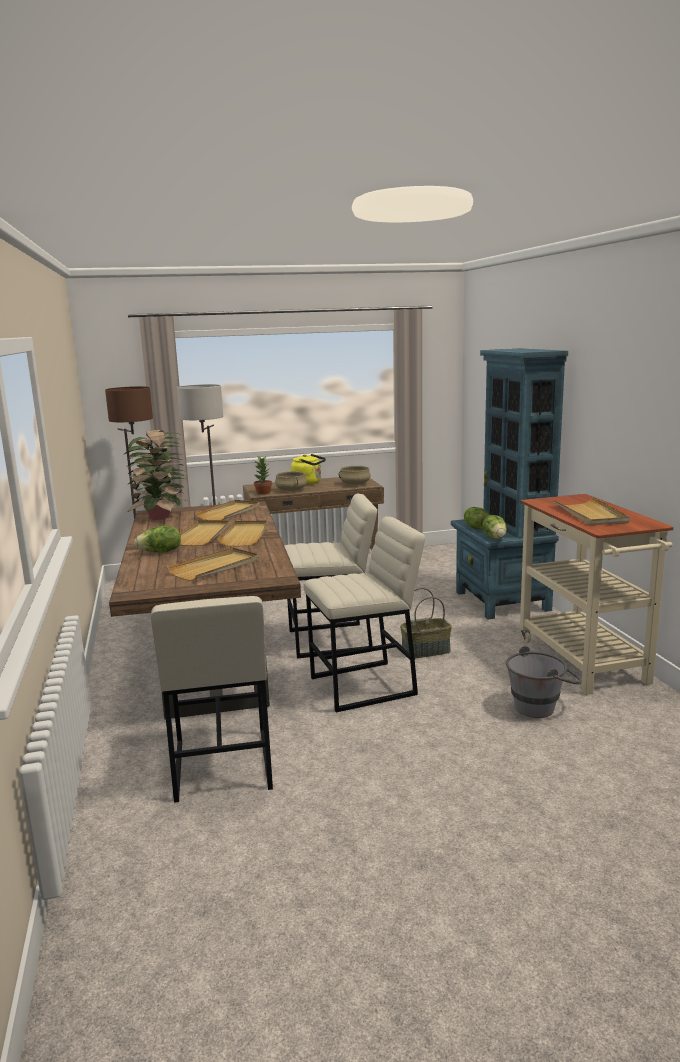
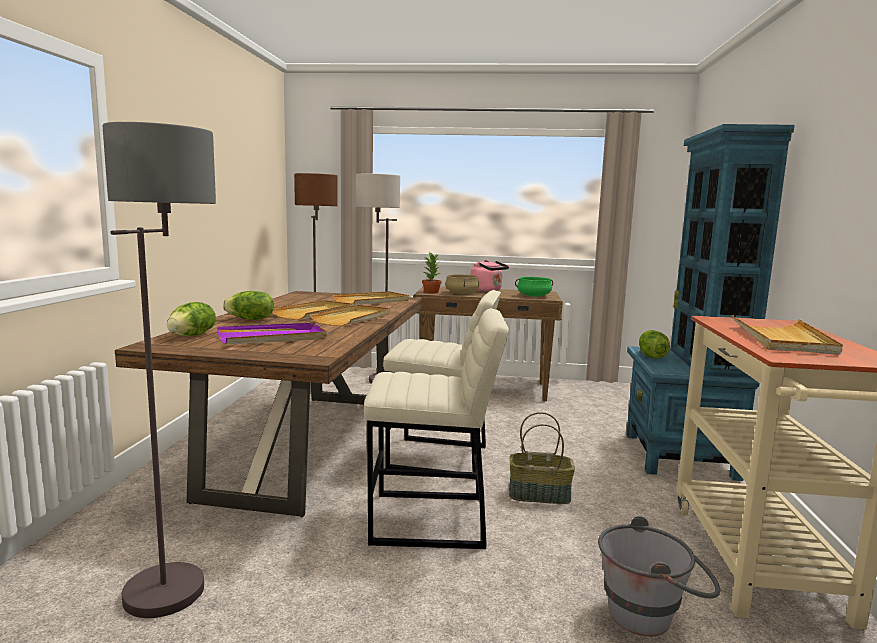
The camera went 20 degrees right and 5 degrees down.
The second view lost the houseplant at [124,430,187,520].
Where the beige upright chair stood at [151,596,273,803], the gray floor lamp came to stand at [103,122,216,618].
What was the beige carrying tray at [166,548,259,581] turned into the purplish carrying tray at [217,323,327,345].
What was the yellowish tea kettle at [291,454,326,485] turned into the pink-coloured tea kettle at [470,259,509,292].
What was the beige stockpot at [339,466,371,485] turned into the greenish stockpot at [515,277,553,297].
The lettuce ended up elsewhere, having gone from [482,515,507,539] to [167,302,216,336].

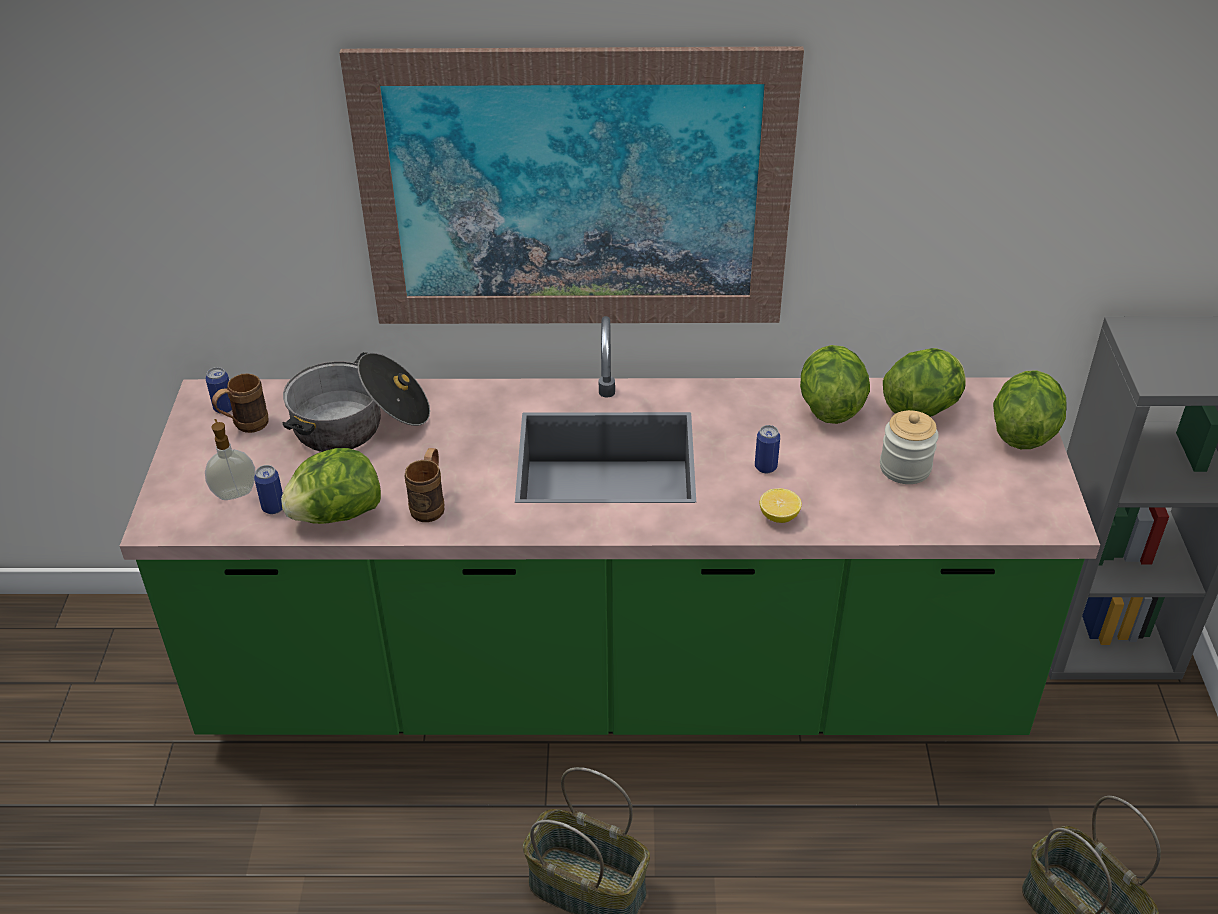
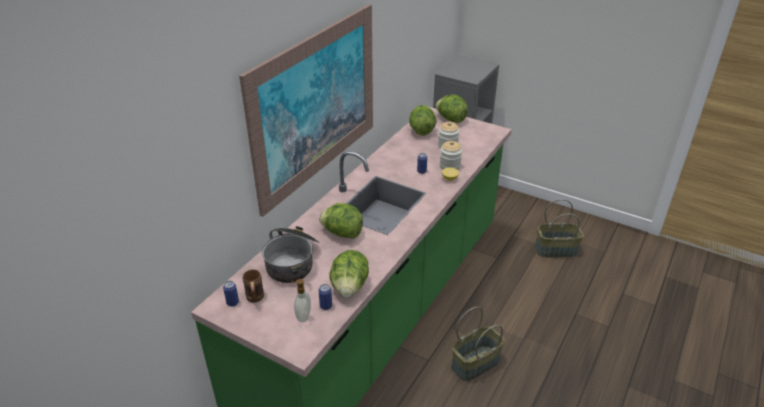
The camera went 60 degrees left and 5 degrees down.
The second view lost the brown-coloured coffee mug at [404,448,445,522].
The lettuce ended up elsewhere, having gone from [800,345,870,424] to [319,203,363,238].
The second view gained the jar at [440,141,462,170].

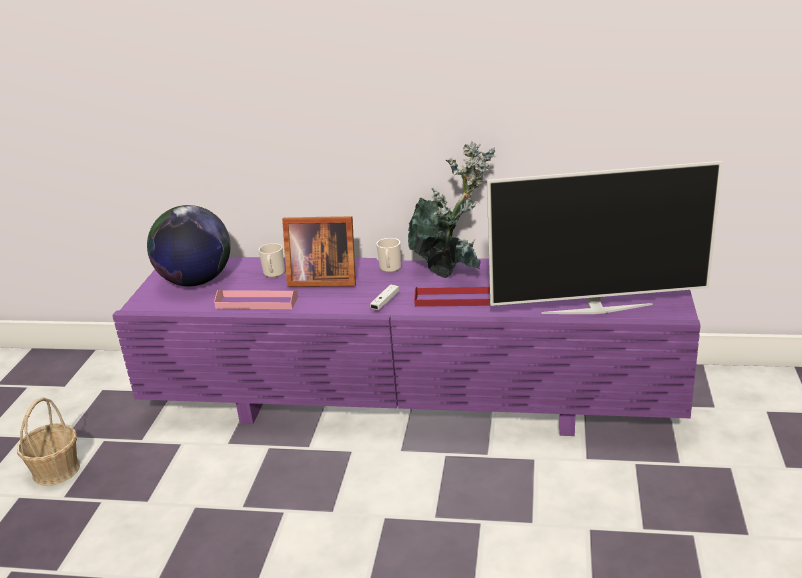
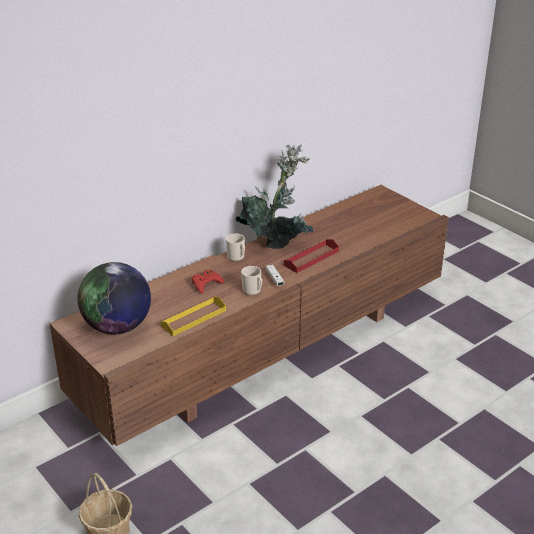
The camera went 50 degrees left and 5 degrees up.
What was the purplish media console at [112,257,701,436] turned into the brown-coloured media console at [49,185,449,446].
What was the pink-coloured carrying tray at [214,290,298,309] turned into the yellowish carrying tray at [161,297,226,336].
The coffee mug ended up elsewhere, having gone from [259,243,285,278] to [241,266,262,295].
Where the picture frame stood at [282,216,356,287], the reddish joypad came to stand at [192,269,224,294].
The second view lost the television at [487,161,723,314].

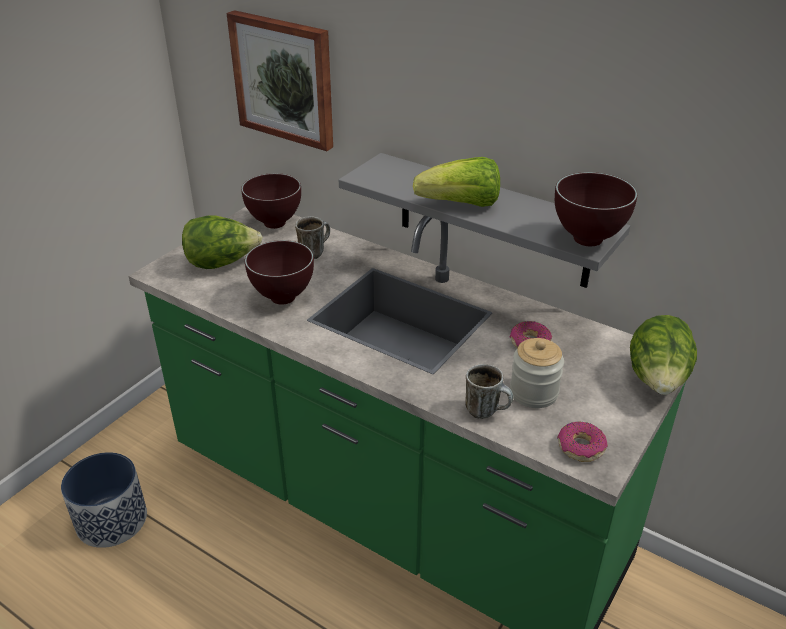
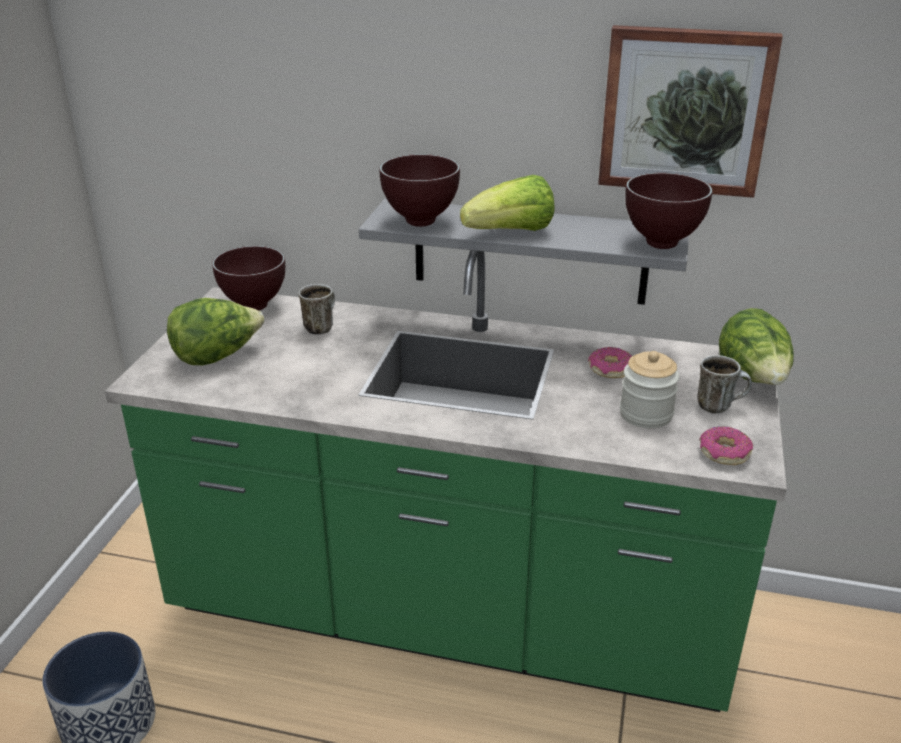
The camera went 20 degrees left and 5 degrees down.
The wall art ended up elsewhere, having gone from [227,10,333,151] to [598,25,783,198].
The brown-coloured serving bowl ended up elsewhere, having gone from [245,240,314,305] to [379,154,460,227].
The coffee mug ended up elsewhere, having gone from [465,364,513,419] to [697,355,752,414].

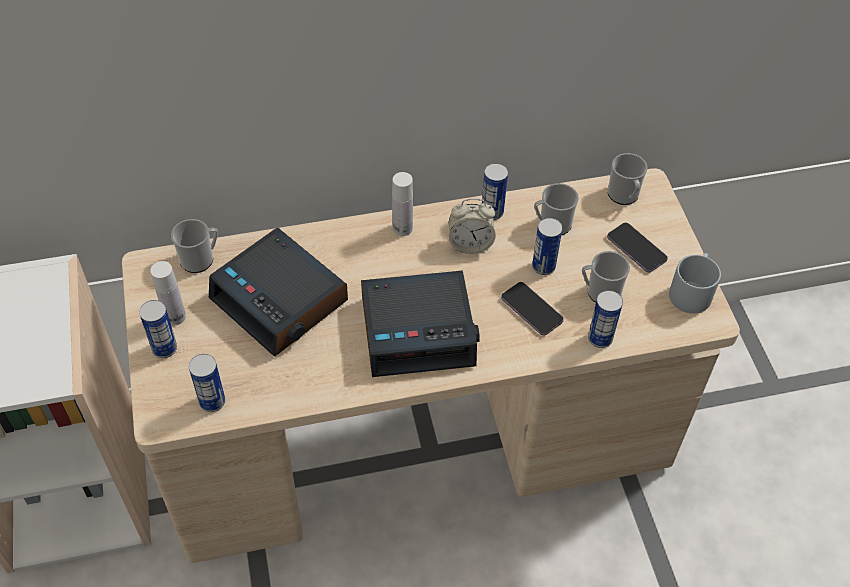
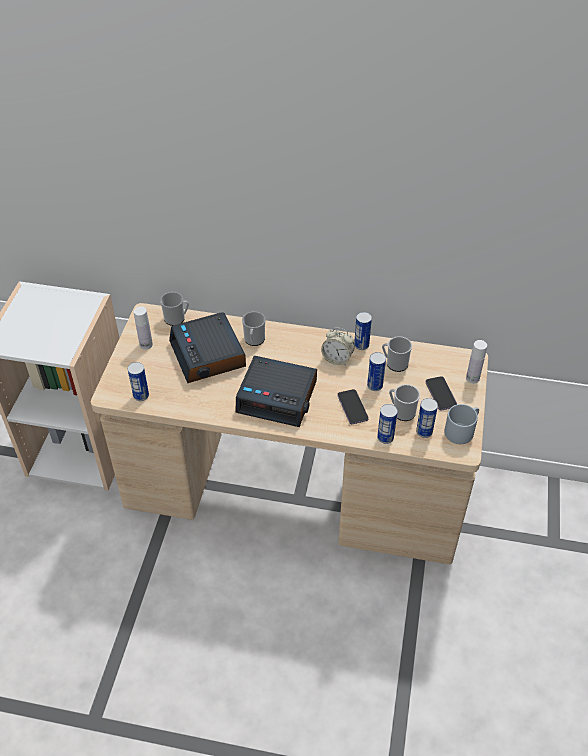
The camera went 25 degrees right and 5 degrees down.
The sealed can ended up elsewhere, having gone from [139,300,177,358] to [416,398,438,438].
The white-coloured drink bottle ended up elsewhere, having gone from [392,172,413,236] to [466,340,487,384].
The coffee mug ended up elsewhere, having gone from [608,153,648,205] to [242,312,266,346].

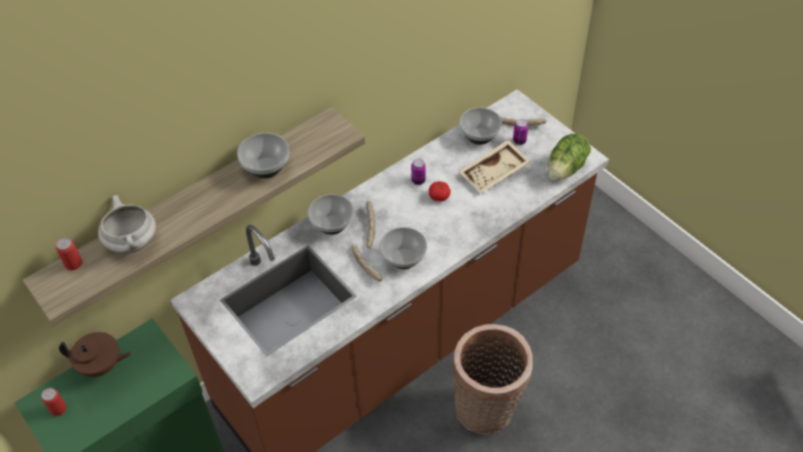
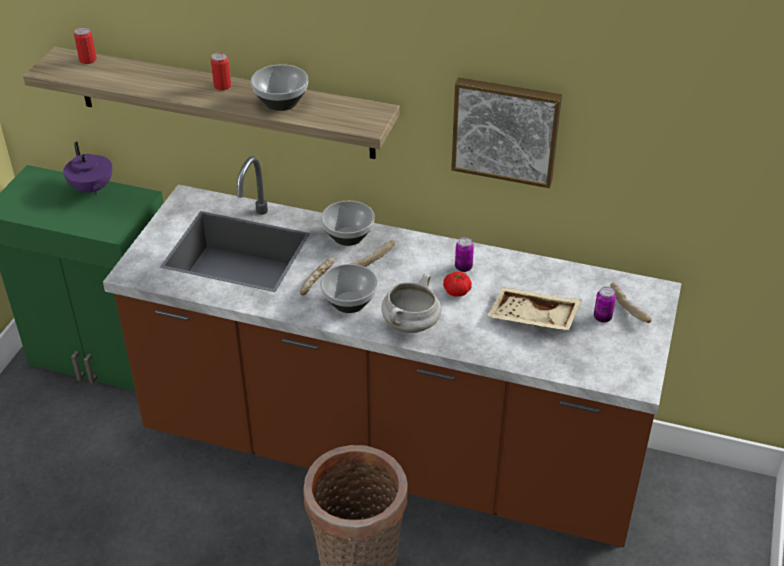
The camera went 55 degrees right and 10 degrees down.
The sealed can ended up elsewhere, having gone from [41,388,66,416] to [211,52,231,90].
What was the brown-coloured tea pot at [59,332,131,377] turned into the purplish tea pot at [63,141,112,195].
The white-coloured stockpot ended up elsewhere, having gone from [98,195,156,254] to [381,273,441,333].
The second view lost the serving bowl at [459,107,502,145].
The second view lost the lettuce at [548,134,591,181].
The second view gained the wall art at [451,78,562,188].

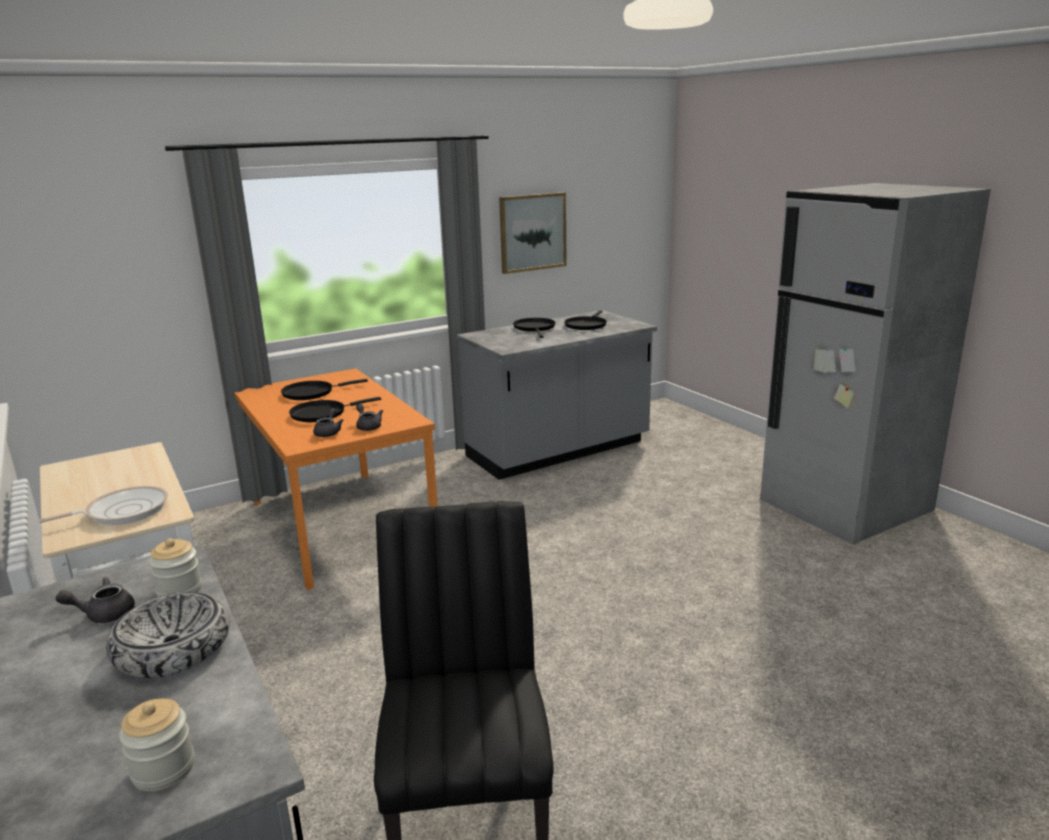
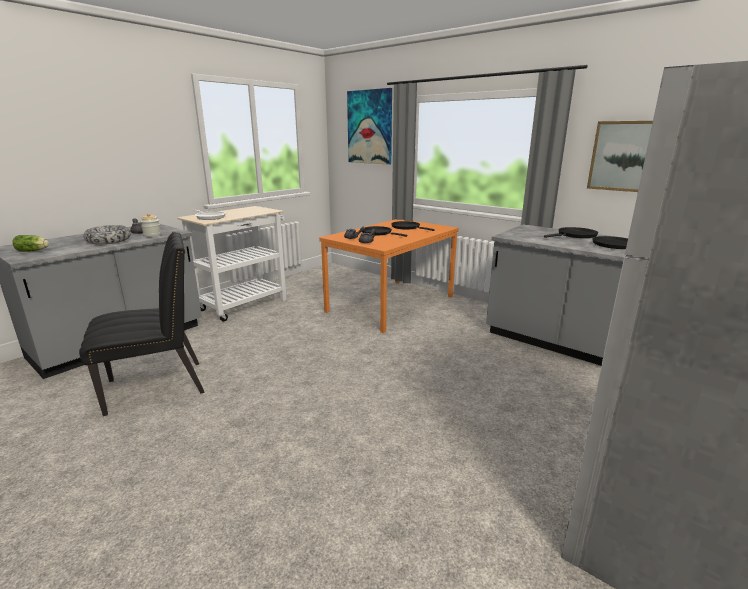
The camera went 70 degrees right and 0 degrees up.
Where the jar stood at [119,699,195,791], the lettuce came to stand at [13,235,49,252].
The second view gained the wall art at [347,88,392,165].

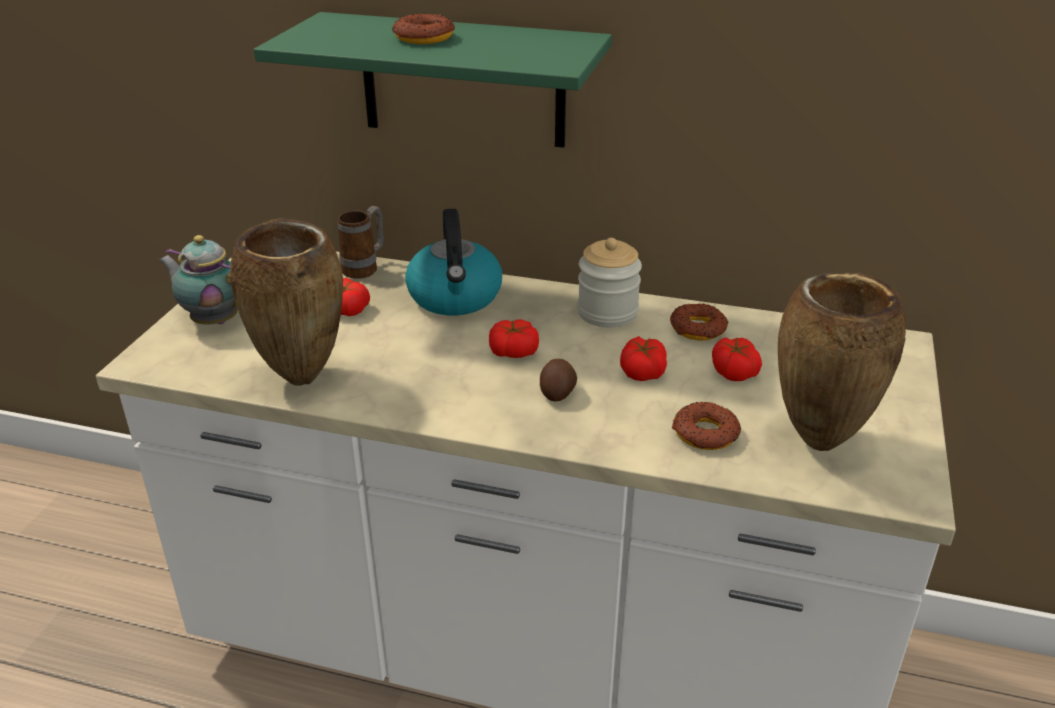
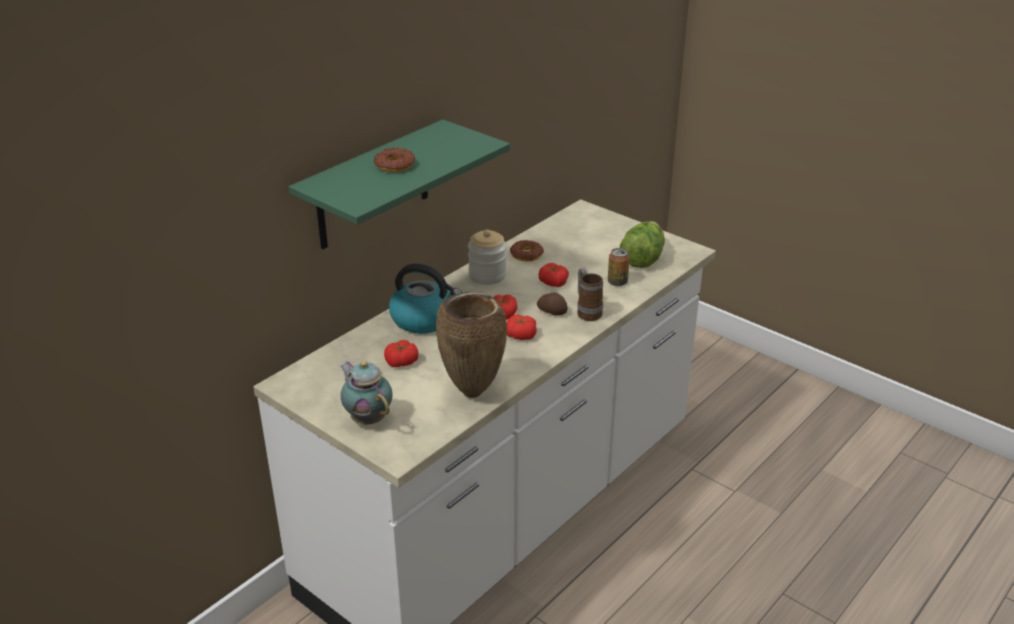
The camera went 65 degrees left and 0 degrees up.
The tea pot at [158,235,238,324] ended up facing another way, 90 degrees clockwise from before.
The coffee mug ended up elsewhere, having gone from [337,206,384,279] to [577,268,603,321].
Where the ring doughnut stood at [672,402,741,450], the sealed can came to stand at [608,248,630,286].
The tomato ended up elsewhere, having gone from [712,337,762,381] to [507,314,537,340].
Where the brown-coloured flower vase stood at [778,273,906,451], the lettuce came to stand at [620,222,665,268].

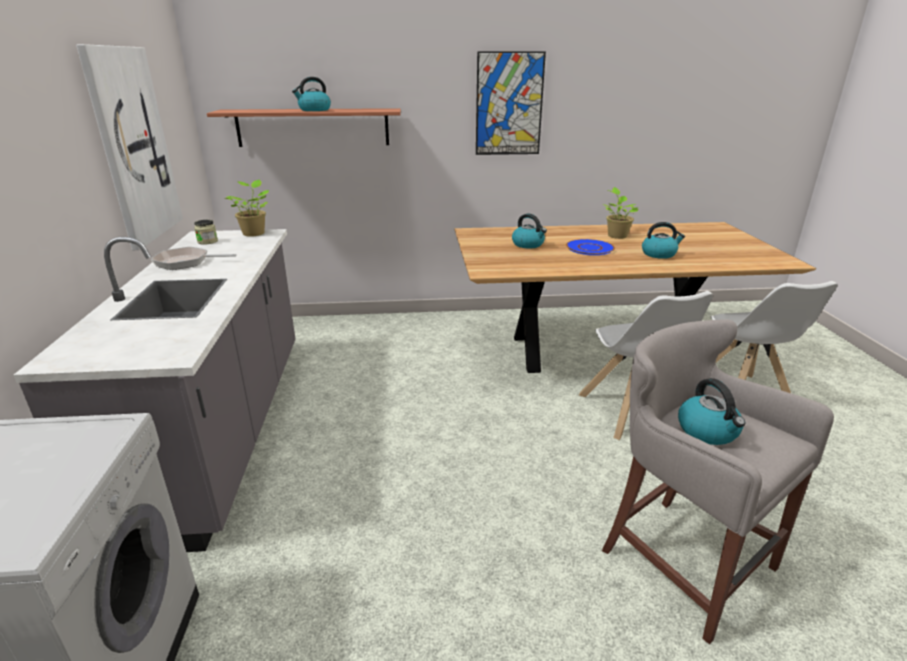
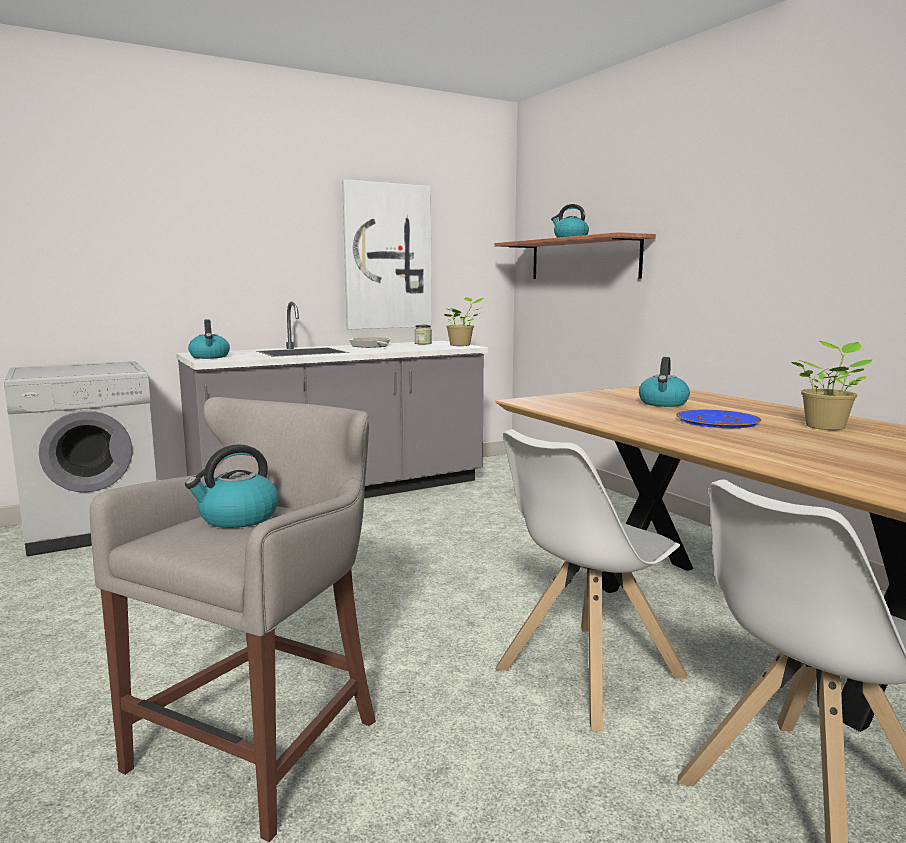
The camera went 65 degrees right and 15 degrees down.
The second view lost the wall art at [476,52,546,155].
The tea kettle ended up elsewhere, having gone from [642,222,685,259] to [188,319,230,359].

